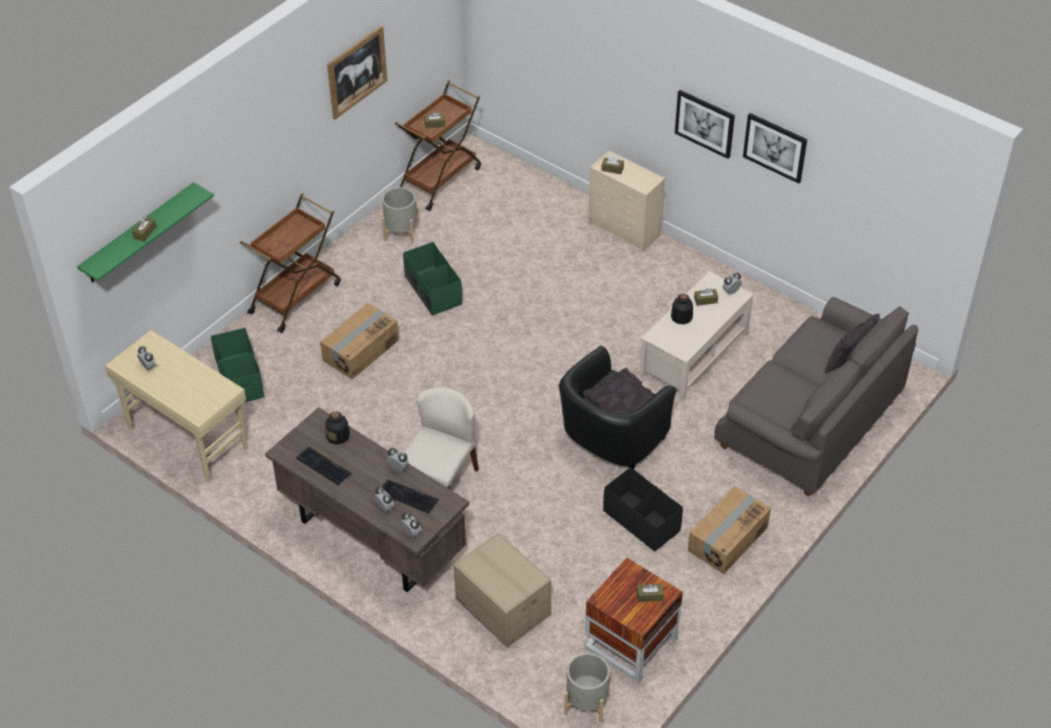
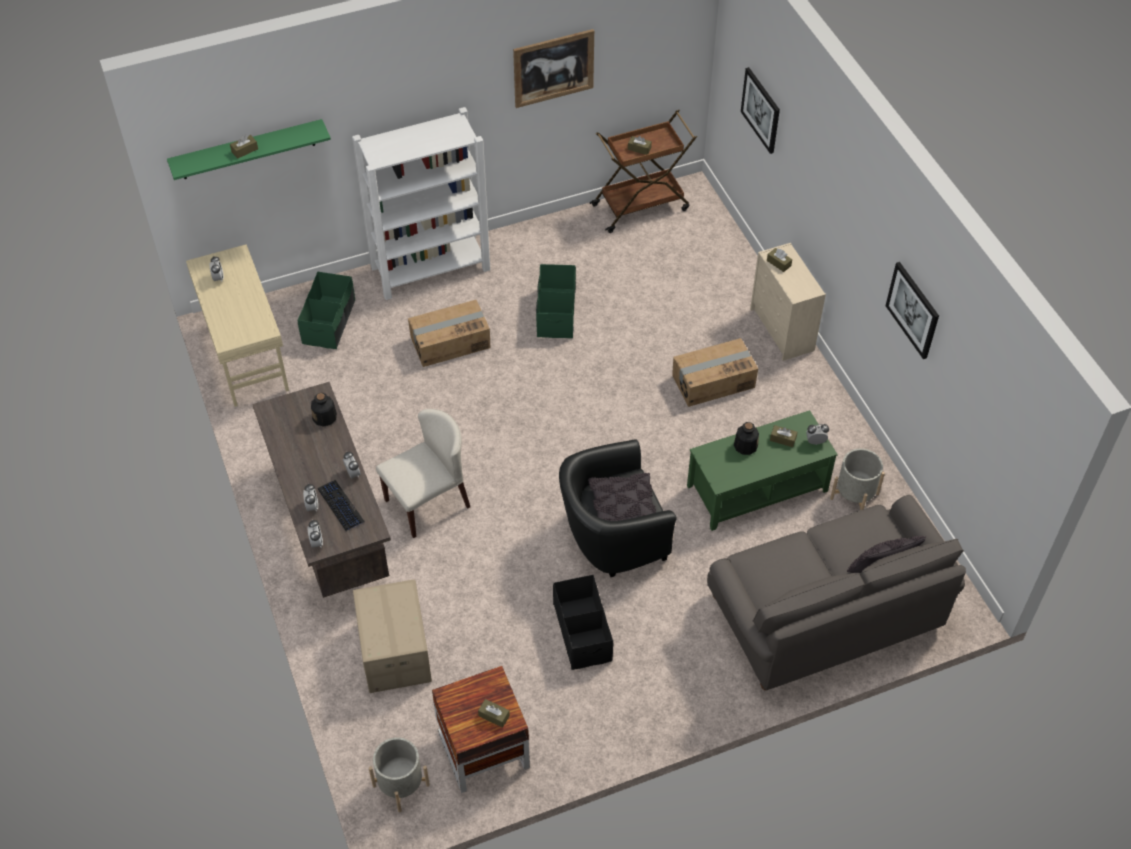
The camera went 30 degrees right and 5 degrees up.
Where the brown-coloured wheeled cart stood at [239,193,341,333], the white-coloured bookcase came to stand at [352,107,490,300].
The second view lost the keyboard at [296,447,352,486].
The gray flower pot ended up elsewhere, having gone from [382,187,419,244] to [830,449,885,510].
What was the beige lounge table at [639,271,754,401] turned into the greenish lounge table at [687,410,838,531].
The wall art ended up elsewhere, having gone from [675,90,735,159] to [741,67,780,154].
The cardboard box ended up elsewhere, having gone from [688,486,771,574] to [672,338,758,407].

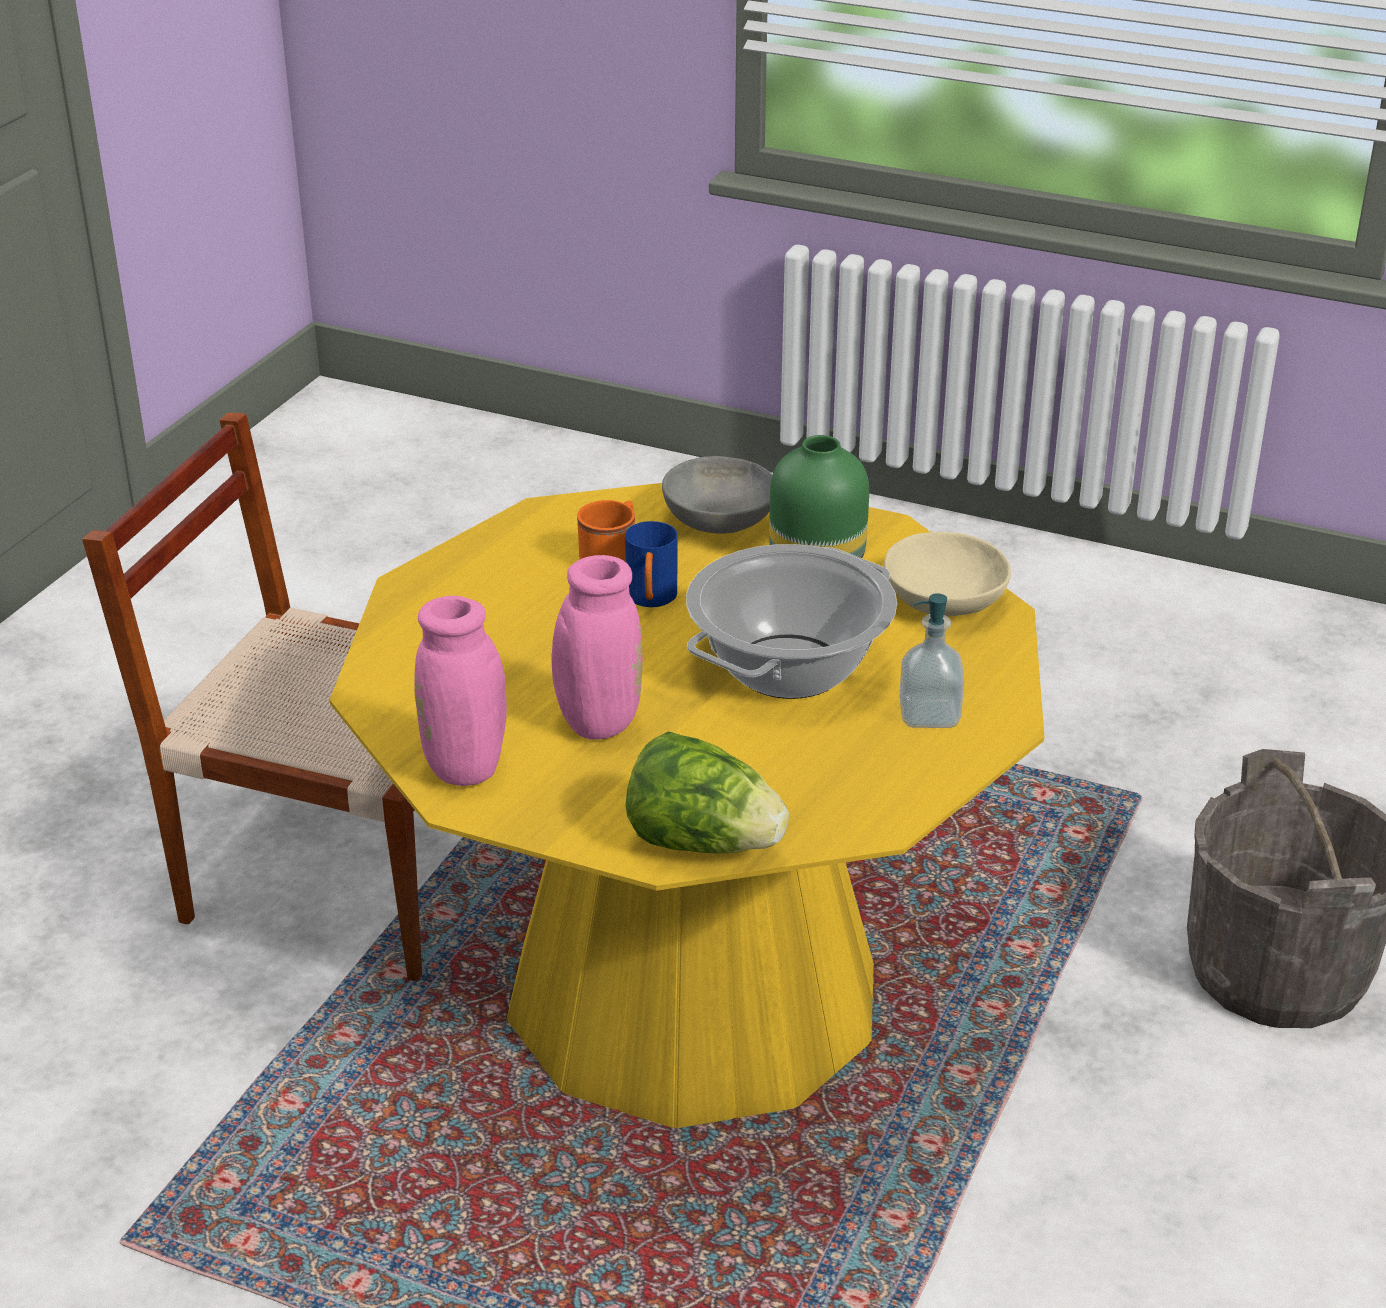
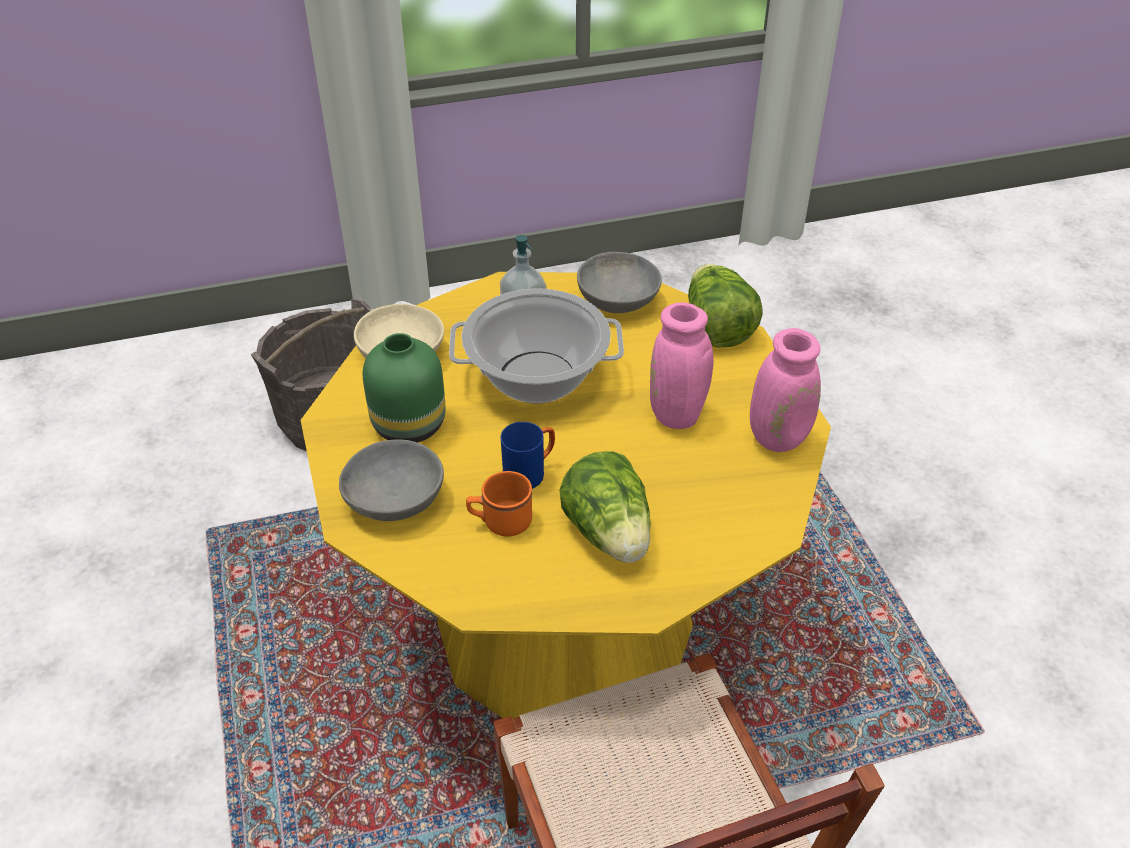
The camera went 130 degrees left and 10 degrees up.
The second view gained the lettuce at [560,451,651,563].
The second view gained the gray serving bowl at [577,252,662,313].

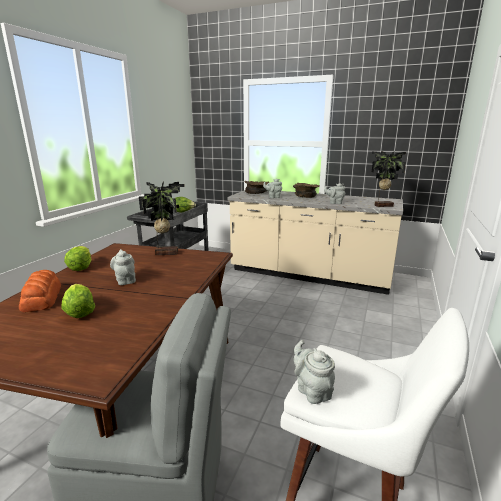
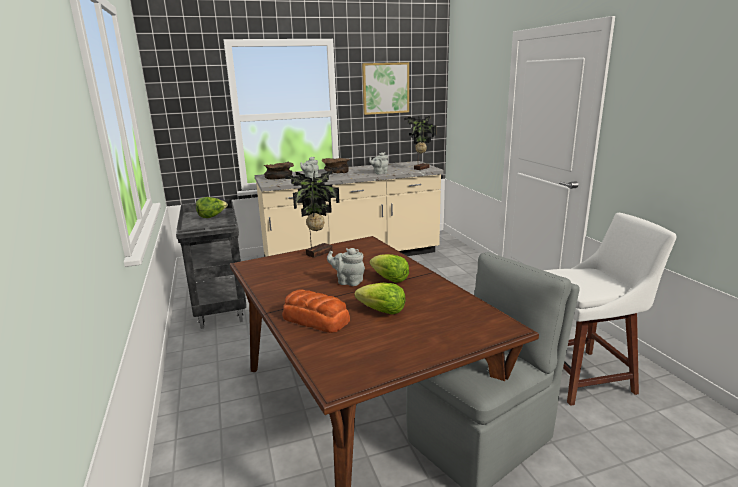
The camera went 40 degrees left and 0 degrees up.
The lettuce ended up elsewhere, having gone from [64,246,91,271] to [370,254,409,283].
The second view lost the gray tea pot at [293,340,335,404].
The second view gained the wall art at [362,62,409,115].

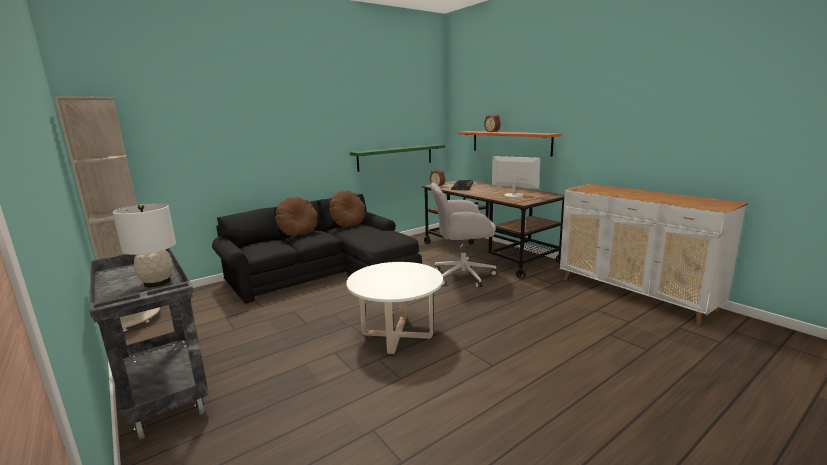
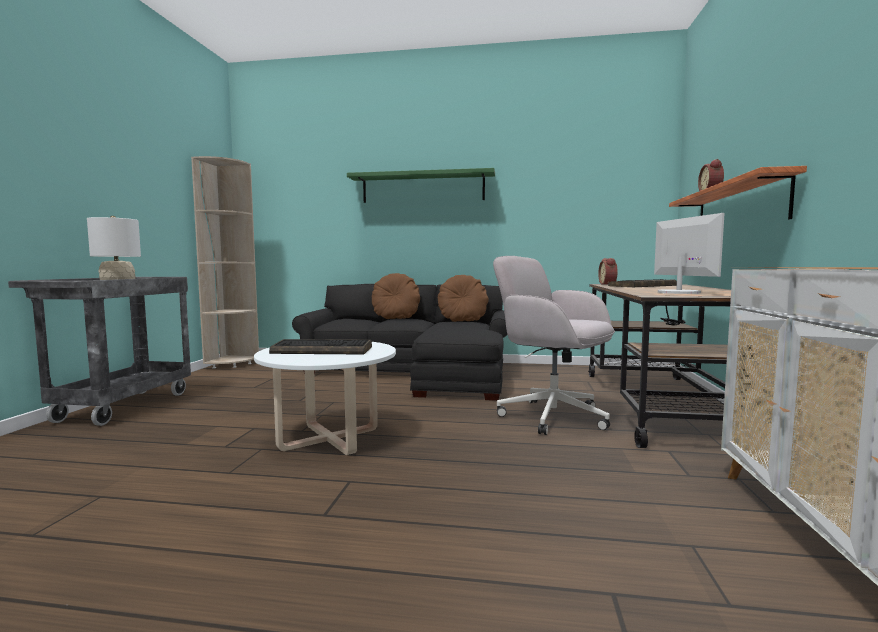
The camera went 45 degrees right and 10 degrees down.
The greenish bracket shelf ended up elsewhere, having gone from [350,144,445,172] to [347,168,495,203].
The second view gained the keyboard at [269,339,372,355].

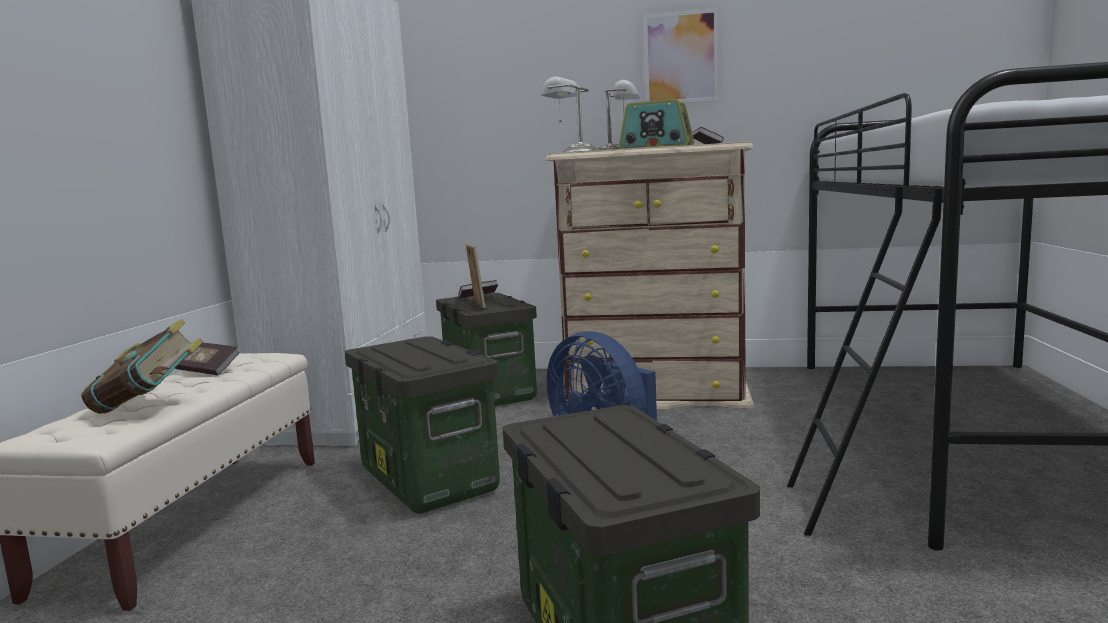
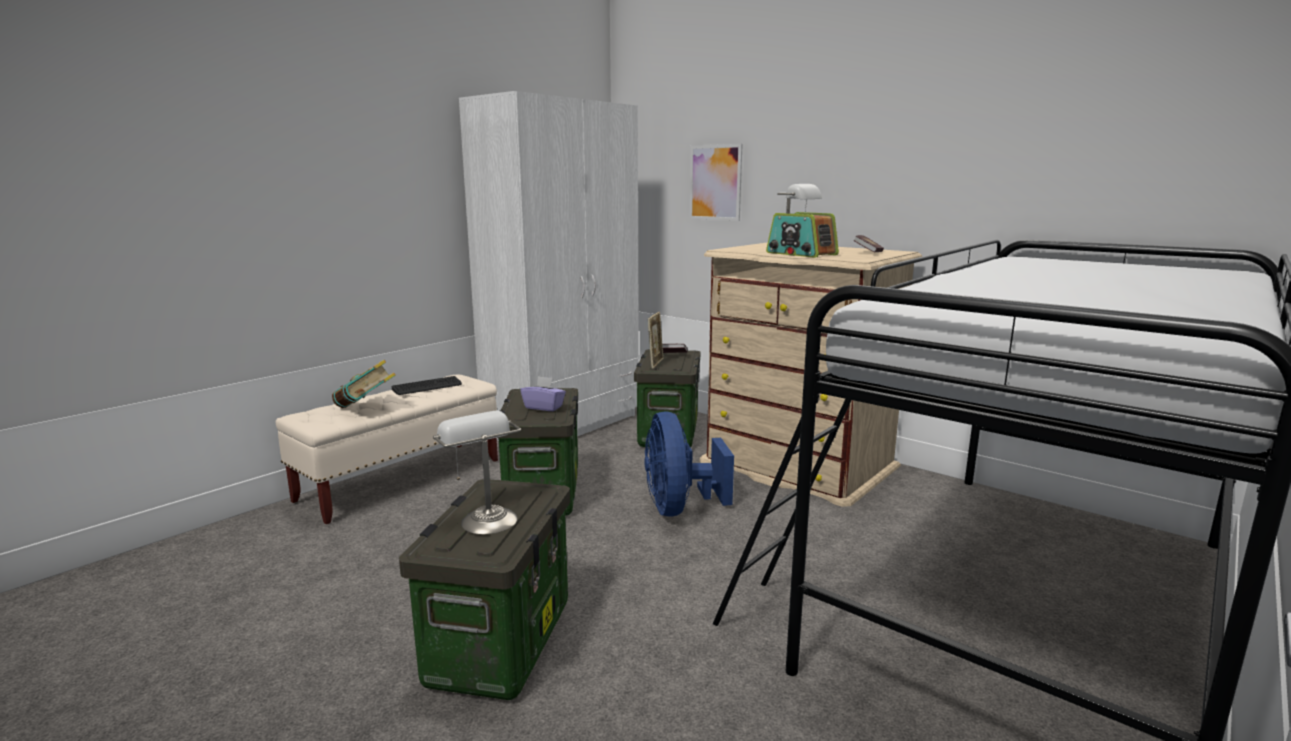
The camera went 30 degrees right and 5 degrees up.
Where the book stood at [175,343,240,375], the keyboard came to stand at [392,376,462,395].
The white-coloured tabletop lamp ended up elsewhere, having gone from [541,77,600,153] to [433,411,521,534].
The wall art ended up elsewhere, having gone from [643,8,719,103] to [689,144,743,221].
The second view gained the purplish tissue box at [520,376,566,411].

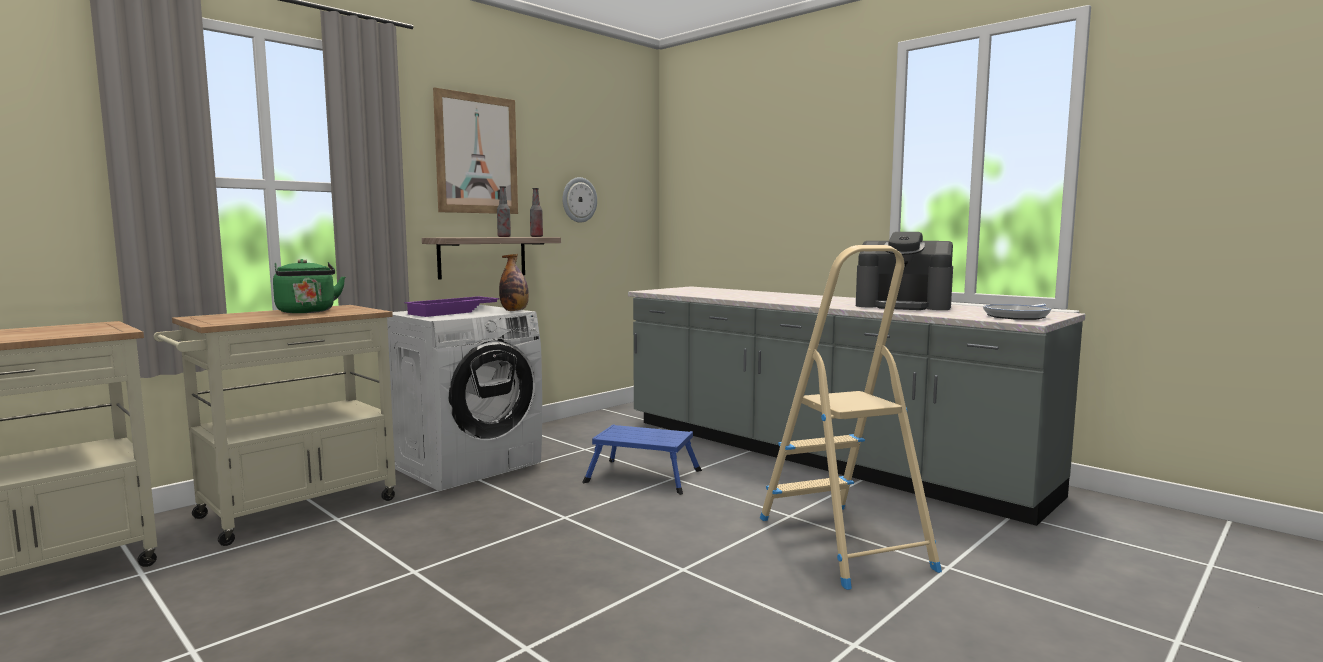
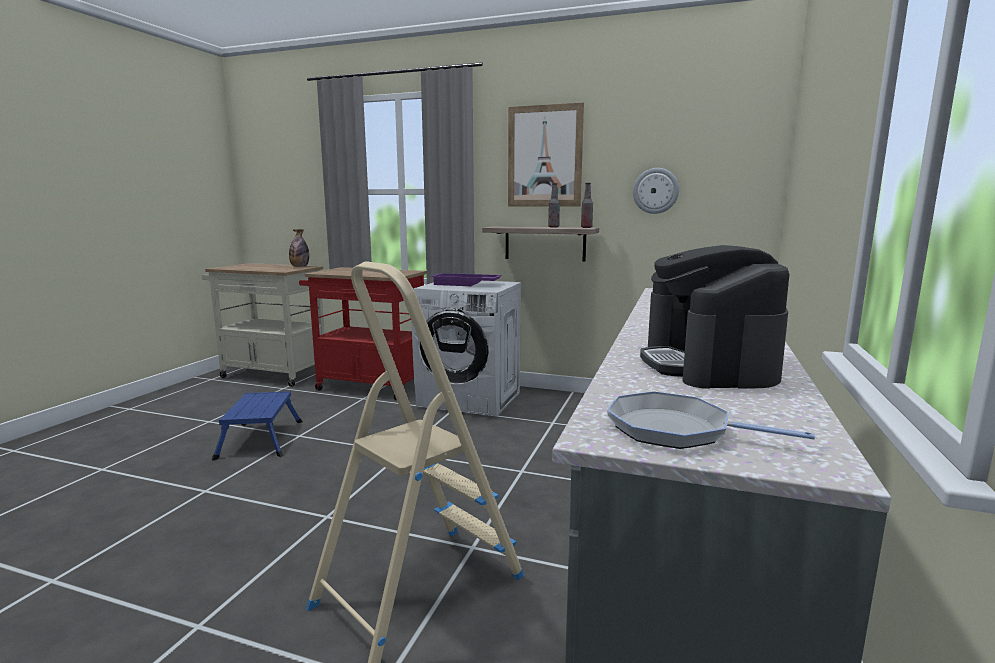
The camera went 65 degrees right and 5 degrees up.
What was the beige wheeled cart at [154,305,396,546] turned into the reddish wheeled cart at [299,267,427,401].
The second view lost the greenish tea kettle at [273,259,345,313].
The drink bottle ended up elsewhere, having gone from [499,254,529,311] to [289,229,309,267].
The blue stepladder ended up elsewhere, having gone from [583,424,702,495] to [212,391,303,460].

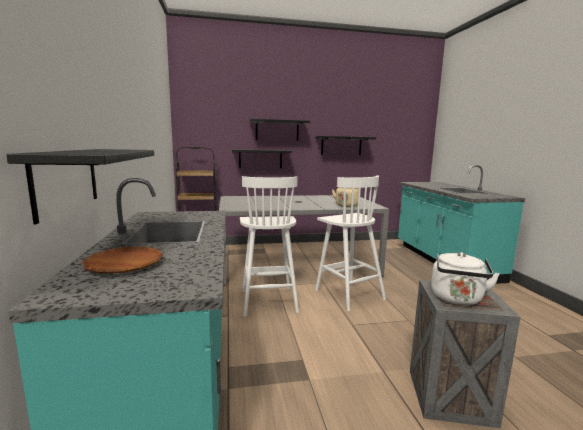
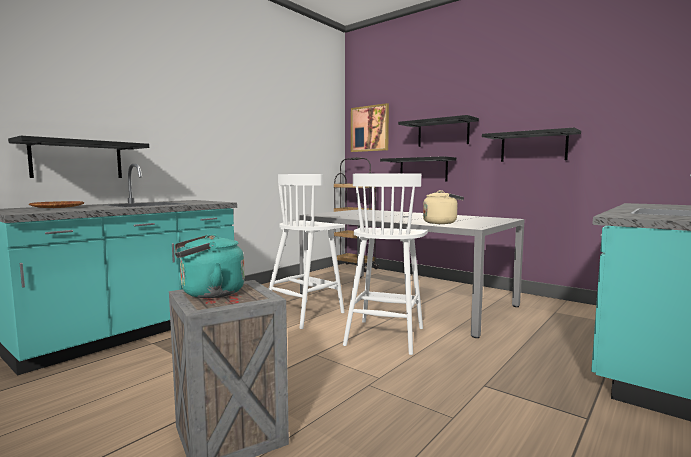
The camera went 50 degrees right and 5 degrees down.
What was the white-coloured tea kettle at [431,252,500,305] turned into the turquoise tea kettle at [174,234,245,298].
The second view gained the wall art at [351,103,389,152].

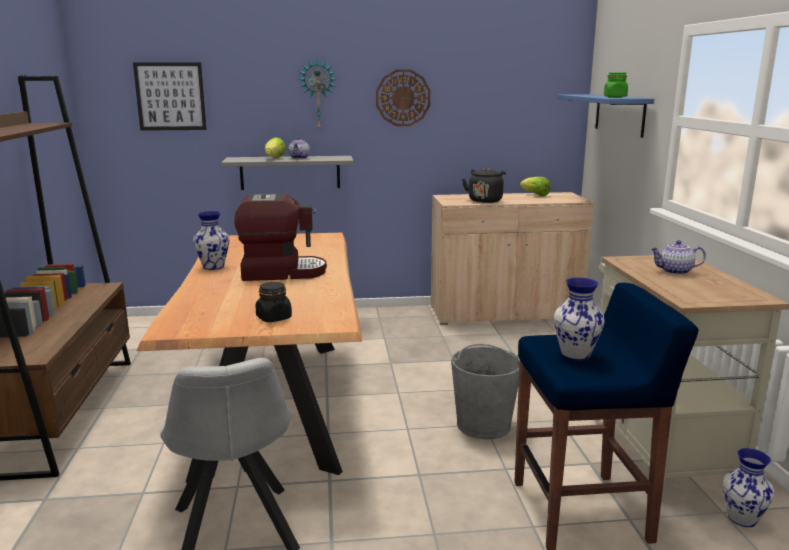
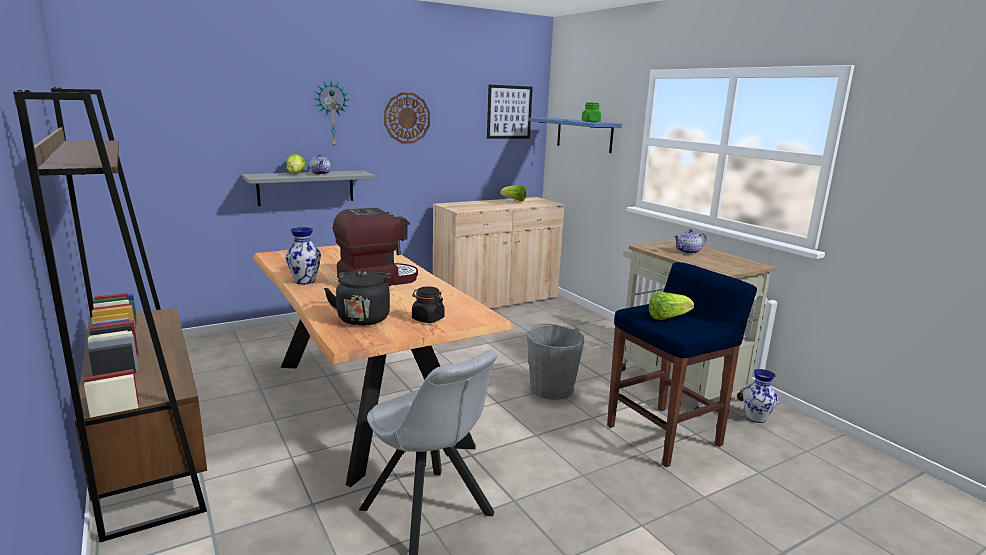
The camera went 25 degrees left and 0 degrees up.
The wall art ended up elsewhere, having gone from [133,62,207,131] to [487,85,533,139].
The black tea kettle ended up elsewhere, having gone from [462,168,506,203] to [324,271,391,326].
Where the flower vase stood at [554,277,605,360], the lettuce came to stand at [649,292,694,320].

